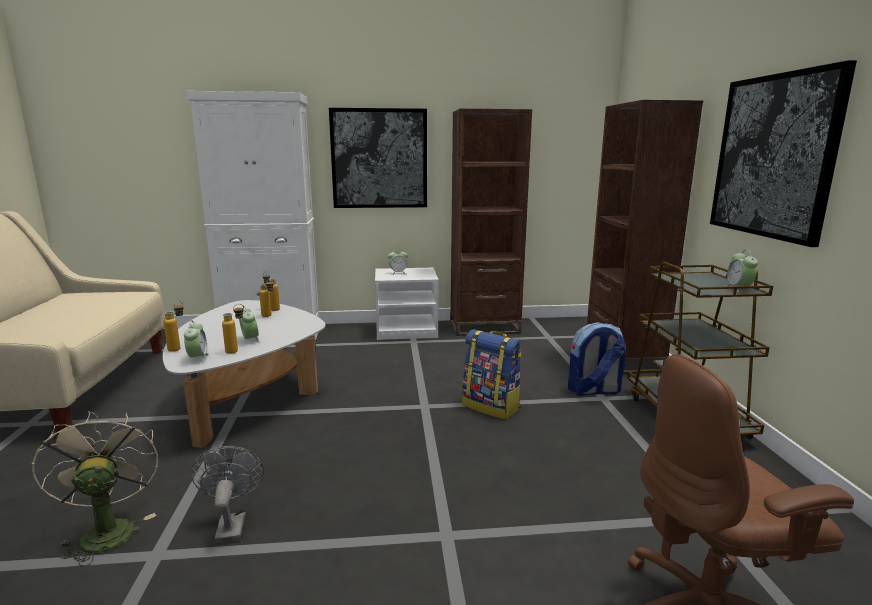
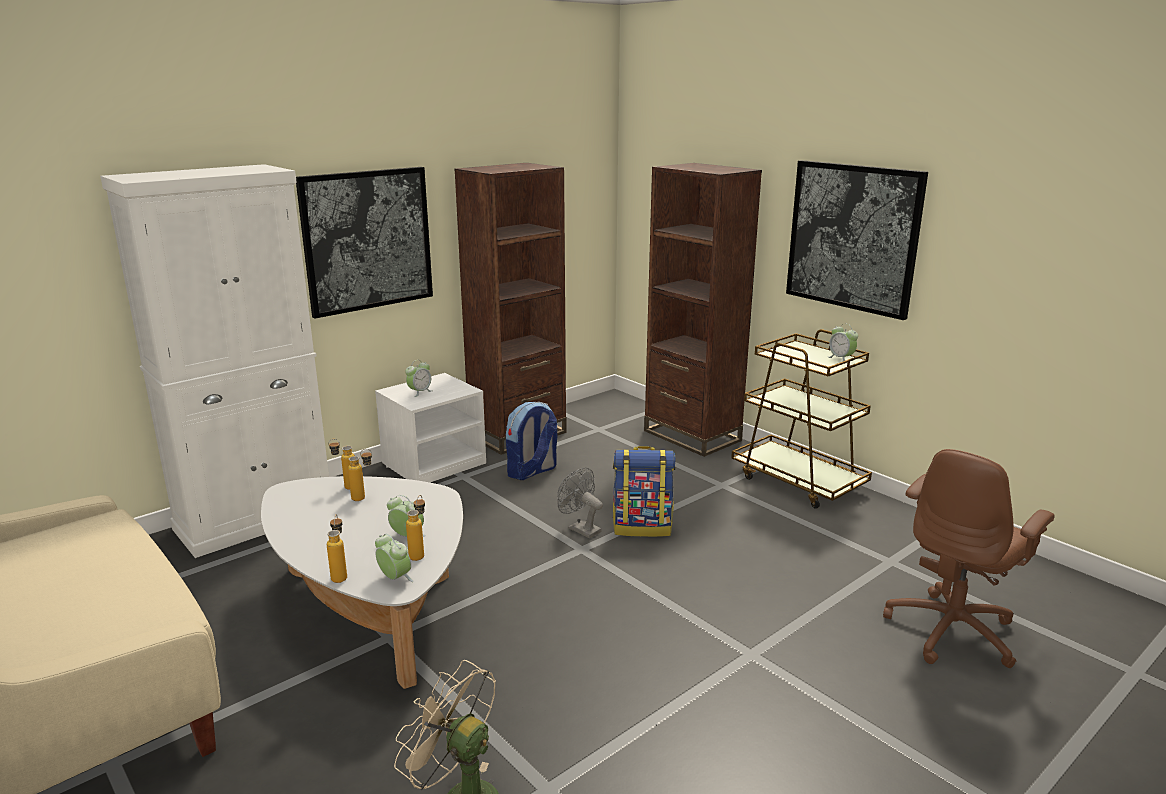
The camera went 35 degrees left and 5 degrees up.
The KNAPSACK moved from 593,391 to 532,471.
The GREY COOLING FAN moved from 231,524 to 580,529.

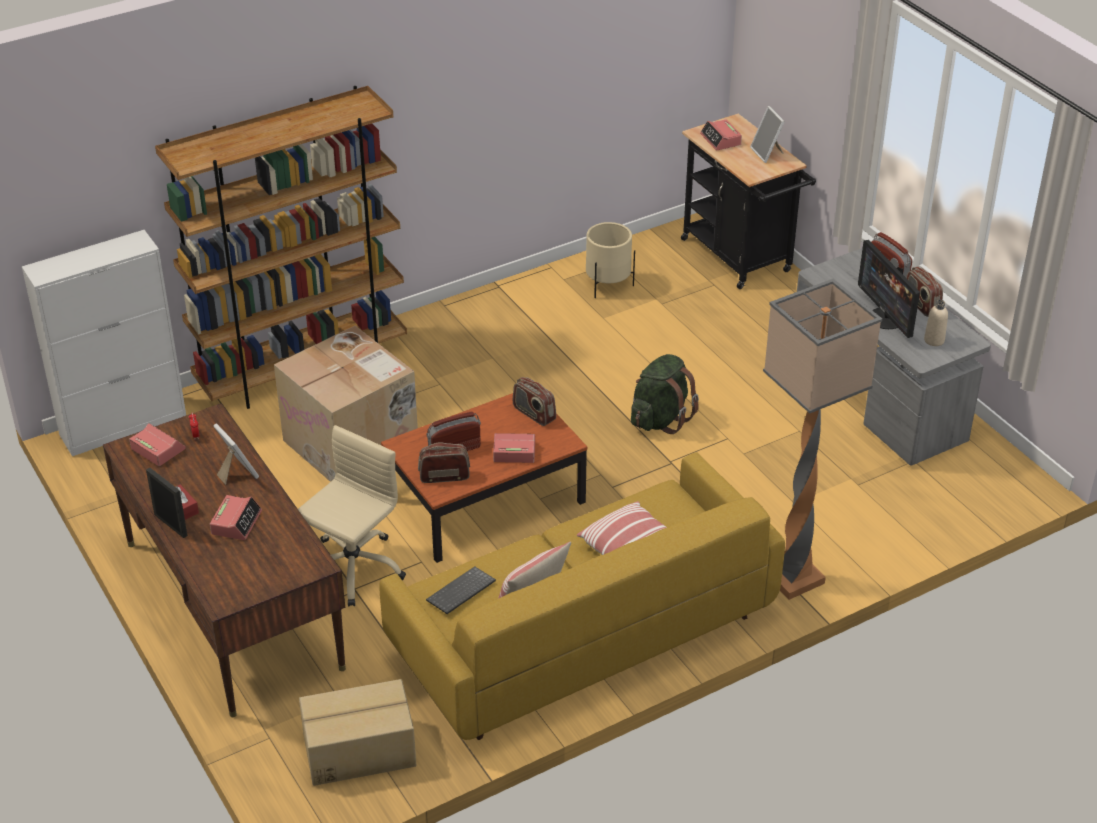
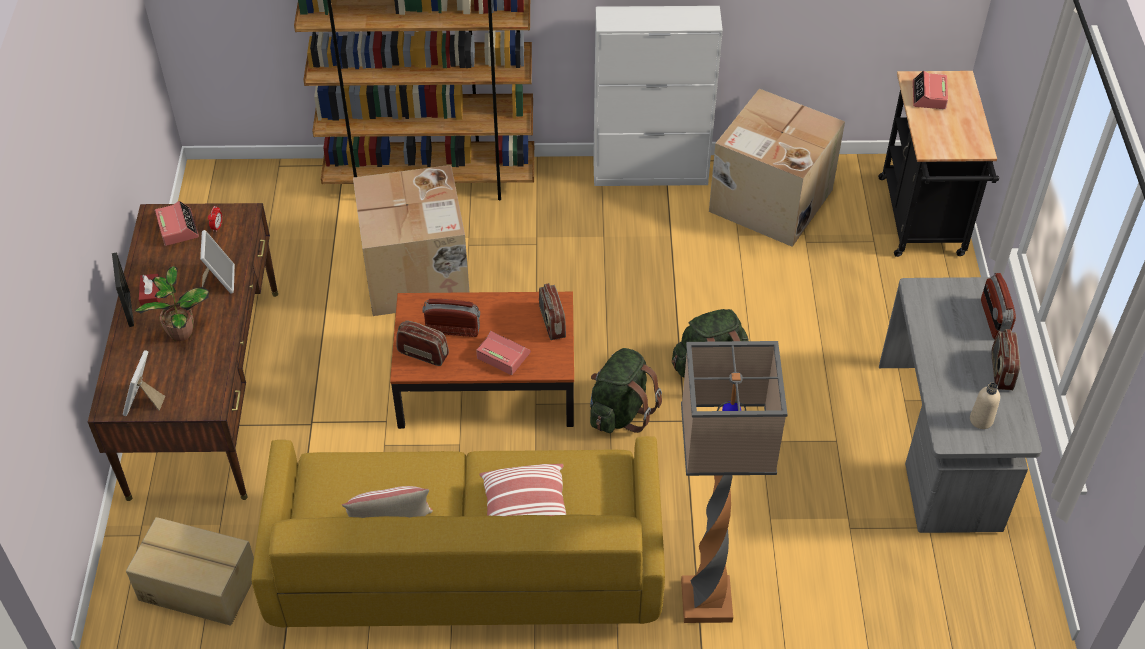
The camera went 30 degrees right and 10 degrees up.
The PICTURE FRAME moved from 767,153 to 144,402.
The BEDSIDE CLOCK at 236,522 was replaced by the PLANT IN A POT at 181,331.
The GREENISH KNAPSACK at 620,412 appeared.
The WHITISH STORAGE CABINET moved from 124,425 to 651,173.
The SAND-COLOURED FLOWER POT at 608,285 was replaced by the CARTON at 769,201.
The SAND-COLOURED DESK CHAIR at 353,568 disappeared.
The COMPUTER KEYBOARD at 461,593 disappeared.
The COMPUTER SCREEN at 886,318 disappeared.

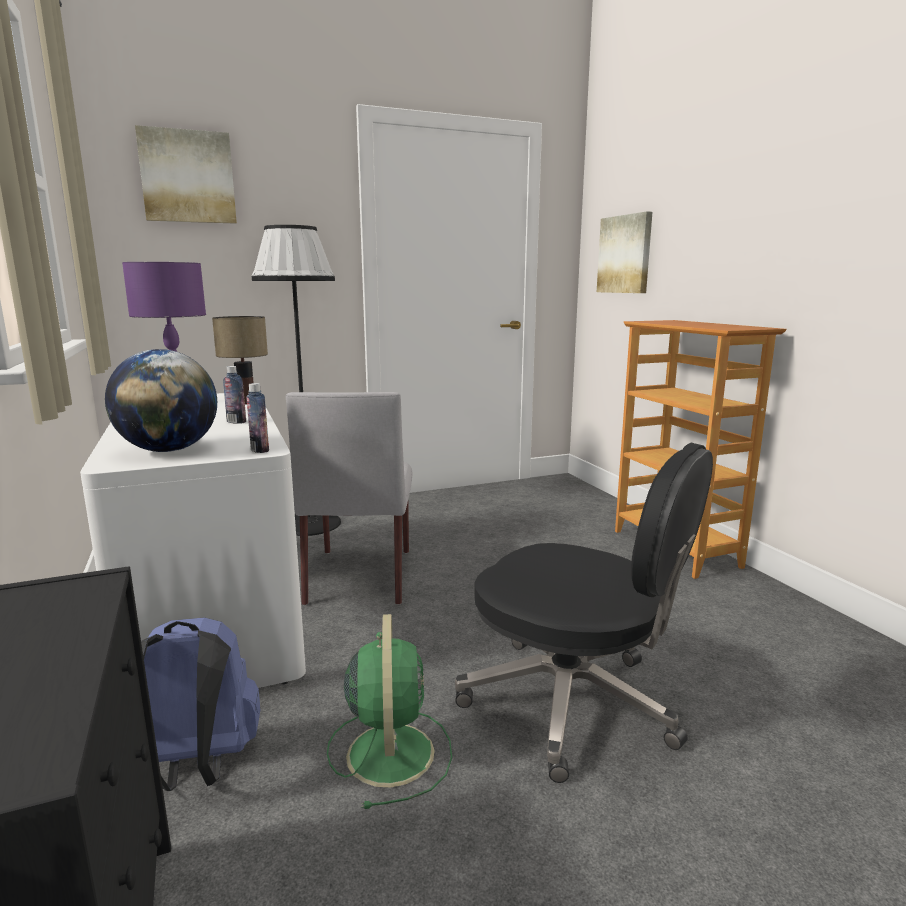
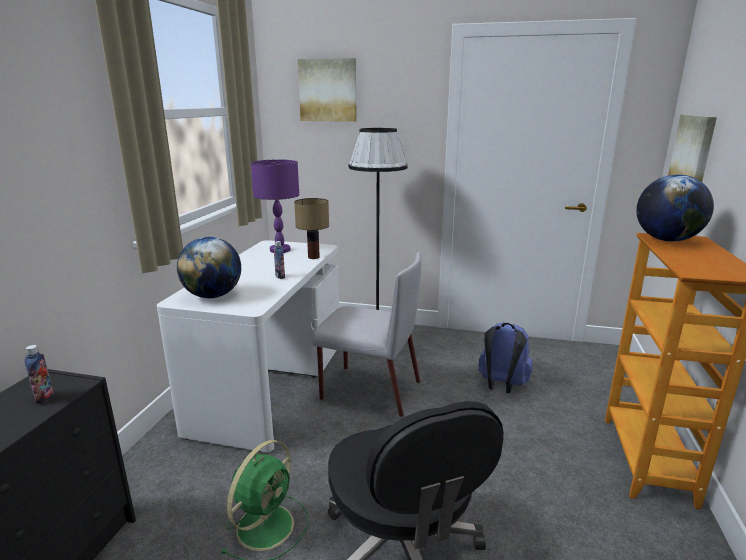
The camera went 35 degrees right and 5 degrees up.
The DRINK BOTTLE moved from 260,450 to 44,397.
The GREY UPRIGHT CHAIR at 360,575 turned 105 degrees counterclockwise.
The BLUE KNAPSACK moved from 198,766 to 501,386.
The DESK GLOBE at 666,240 appeared.

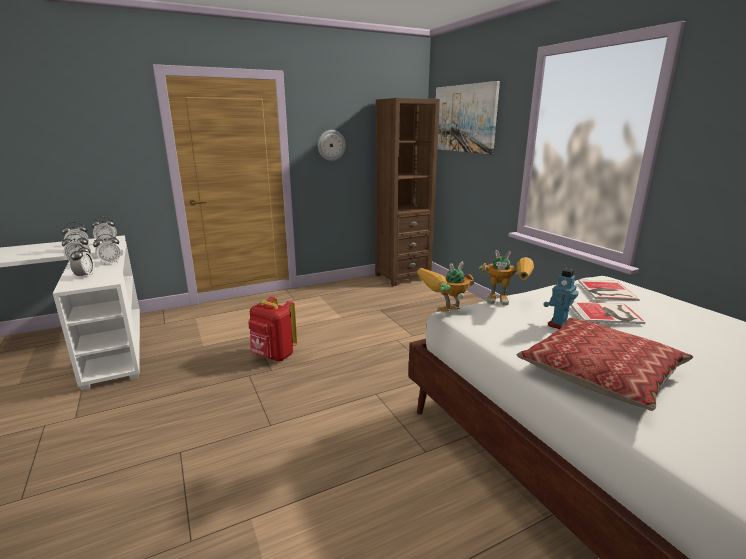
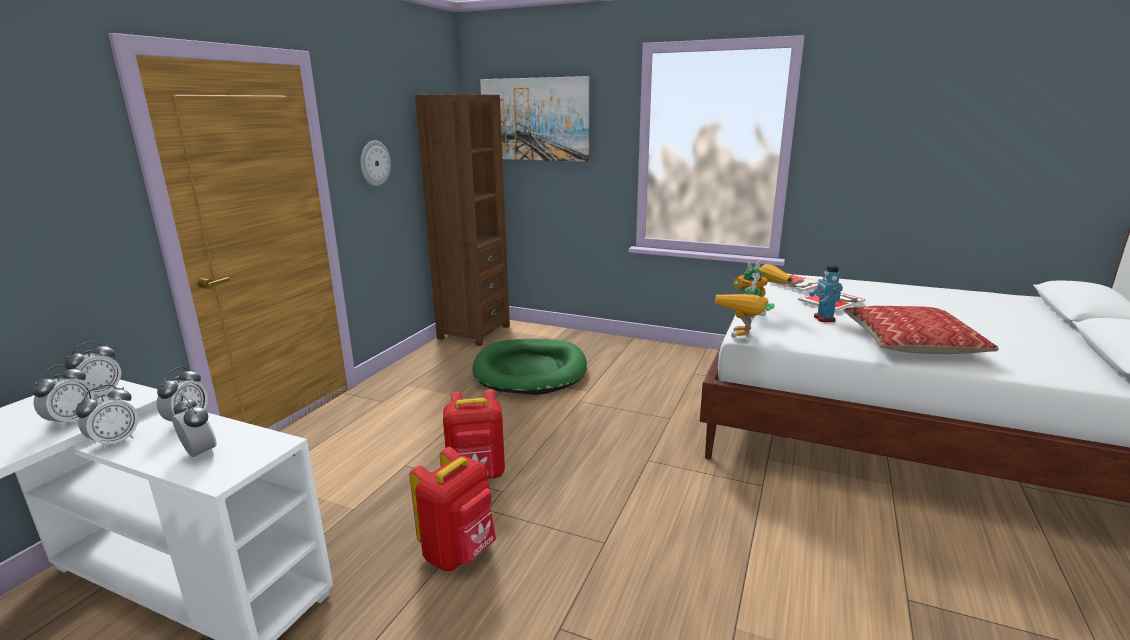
The camera went 40 degrees left and 0 degrees up.
The RED KNAPSACK at 459,552 appeared.
The GREENISH DOG BED at 530,371 appeared.

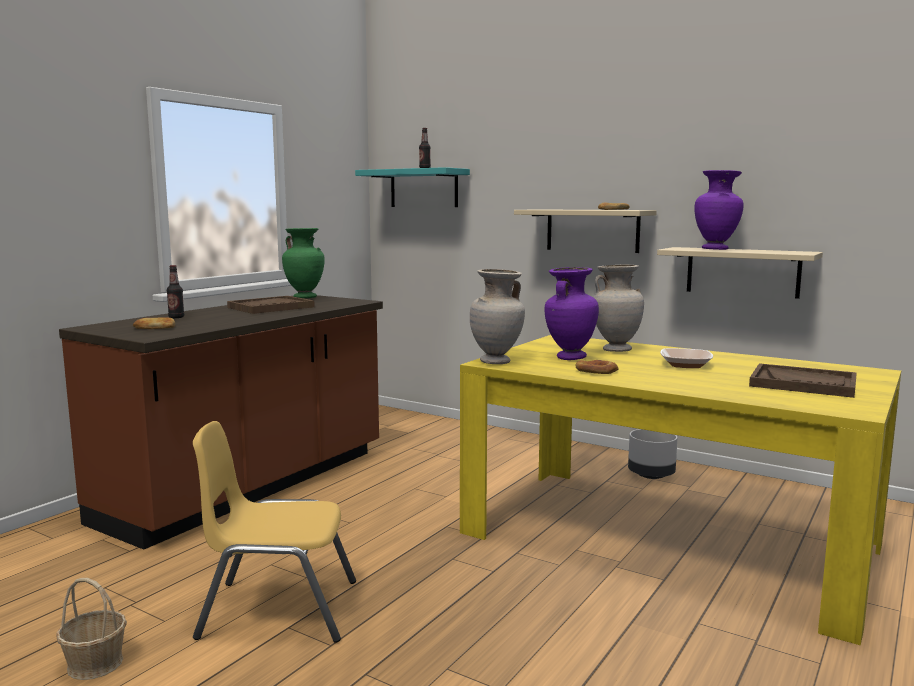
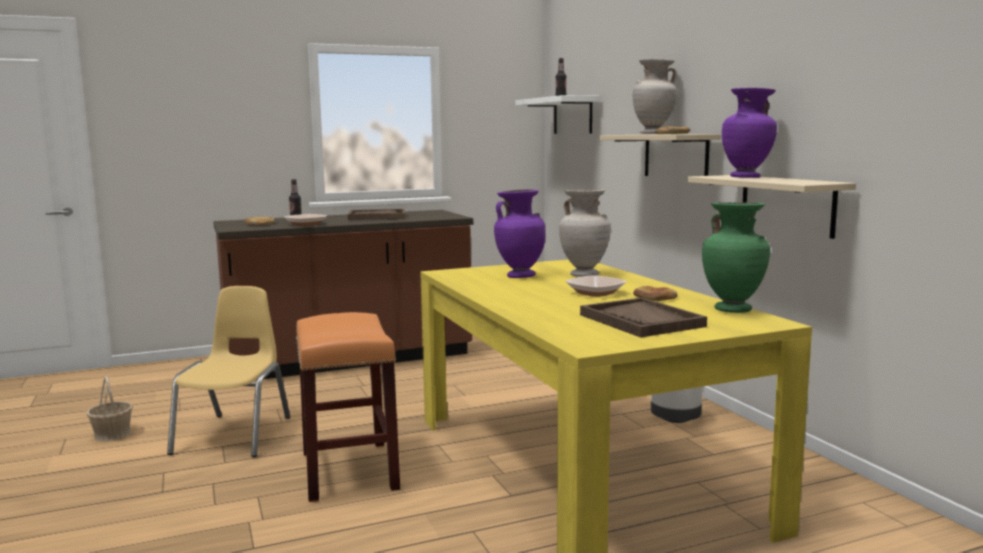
The camera went 35 degrees right and 0 degrees up.
The YELLOW UPRIGHT CHAIR at 278,609 turned 60 degrees clockwise.
The SERVING BOWL at 305,224 appeared.
The ORANGEY SITTING STOOL at 348,470 appeared.
The TURQUOISE WALL SHELF at 424,188 became the WHITISH WALL SHELF at 572,115.
The SAND-COLOURED FLOWER VASE moved from 496,362 to 653,134.
The BAKERY BREAD moved from 596,370 to 655,297.
The GREENISH FLOWER VASE moved from 305,297 to 733,310.

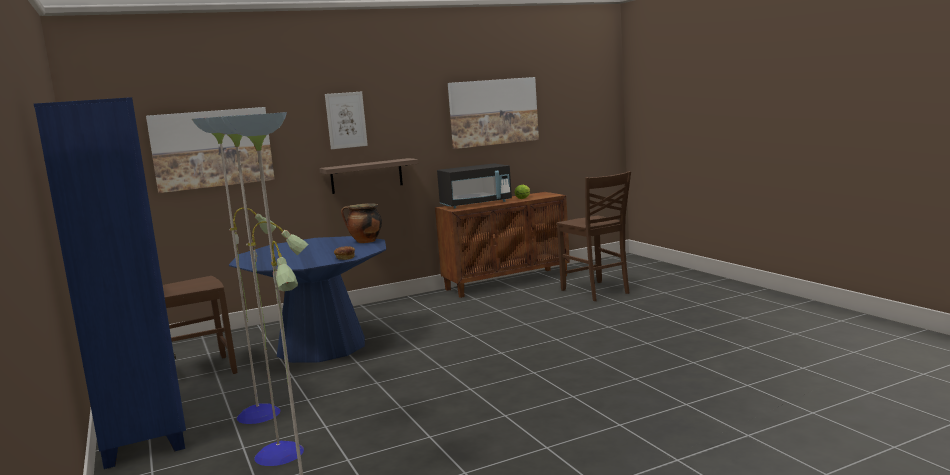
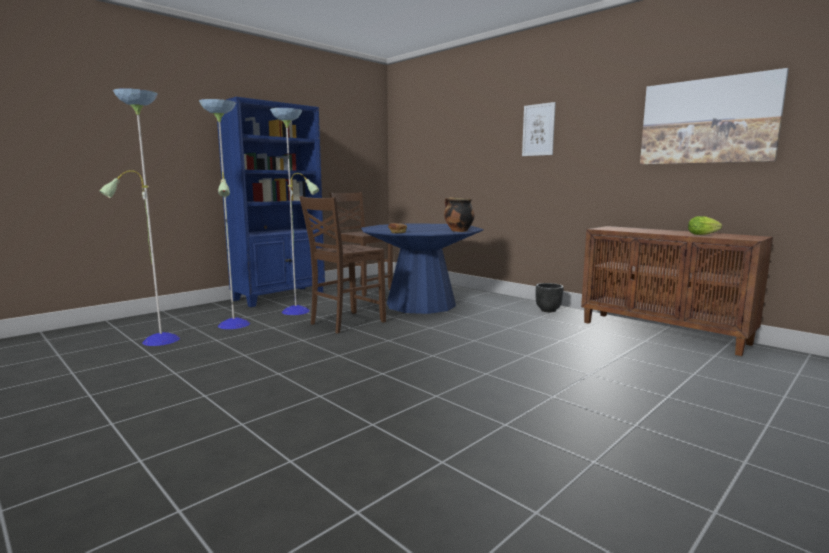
The camera went 70 degrees right and 0 degrees up.
The BROWN UPRIGHT CHAIR moved from 596,292 to 345,323.
The BLACK-COLOURED FLOWER POT at 547,310 appeared.
The WALL ART at 212,148 disappeared.
The WALL SHELF at 366,176 disappeared.
The BLACK-COLOURED MICROWAVE at 476,204 disappeared.

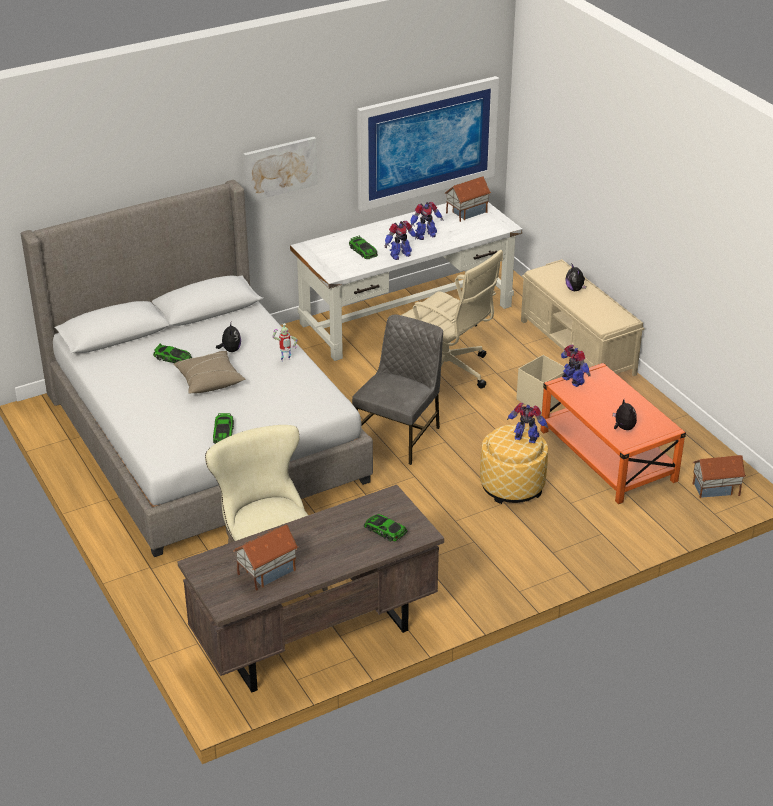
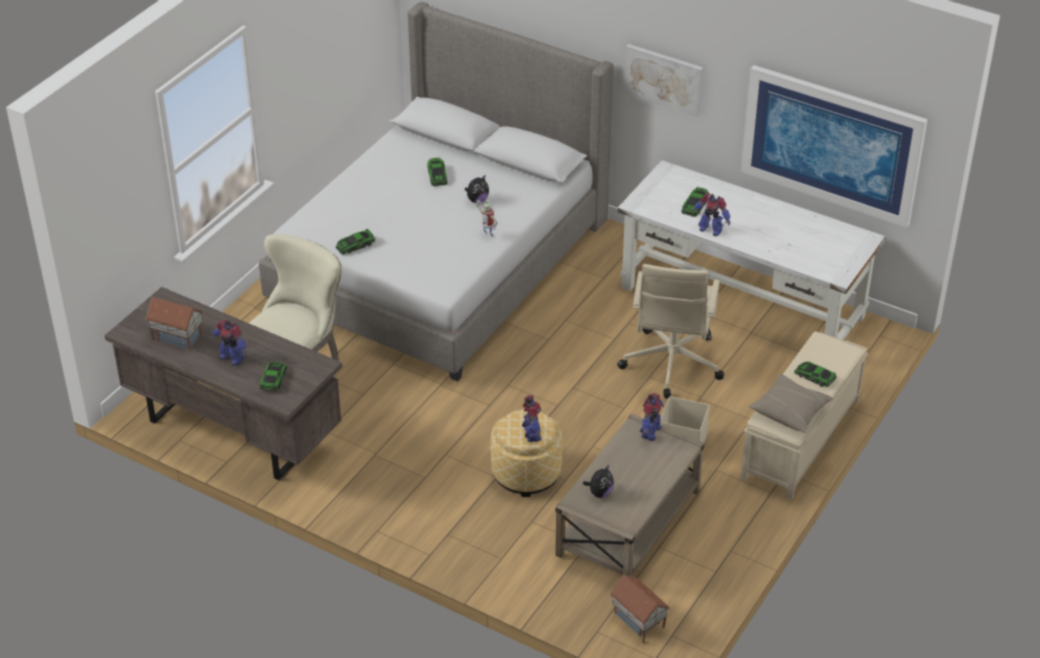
The camera went 60 degrees right and 5 degrees up.
The MODEL ROBOT moved from 425,235 to 232,358.
The ORANGEY LOW TABLE at 607,456 became the SAND-COLOURED LOW TABLE at 628,523.
The SAND-COLOURED PILLOW moved from 209,380 to 790,411.
The PLUSH TOY at 575,289 was replaced by the TOY CAR at 814,376.
The GREY UPRIGHT CHAIR at 400,436 disappeared.
The MINIATURE HOUSE at 466,212 disappeared.

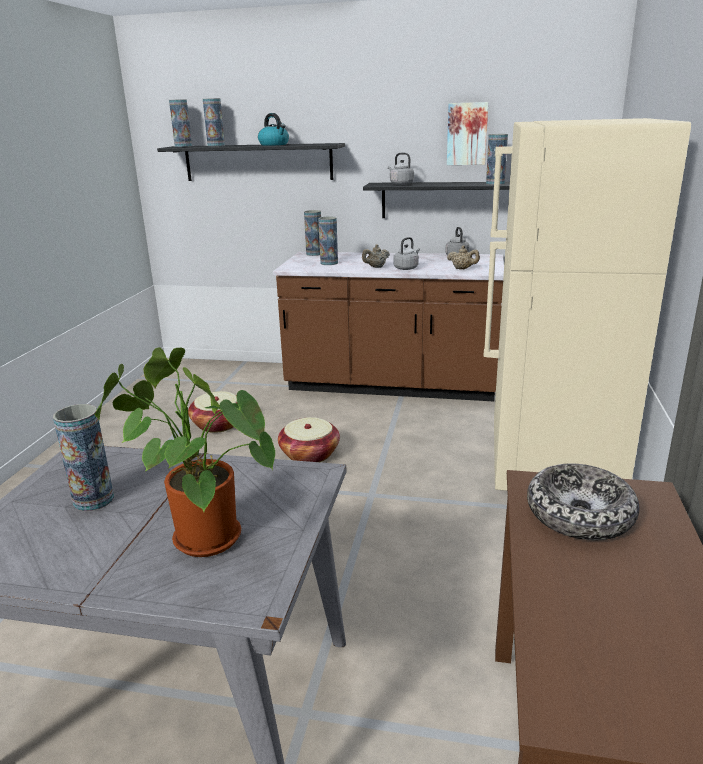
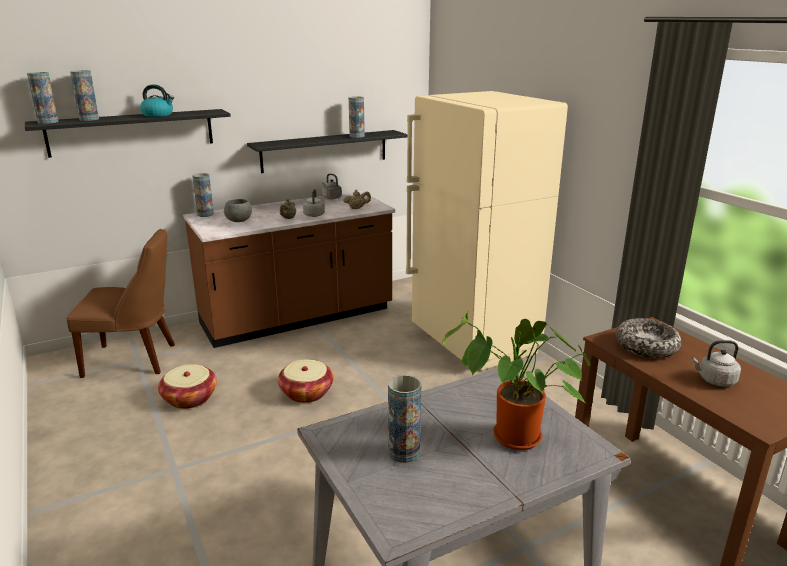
The camera went 40 degrees left and 0 degrees up.
The BROWN UPRIGHT CHAIR at 134,360 appeared.
The FLOWER VASE at 329,263 was replaced by the GREY SERVING BOWL at 239,221.
The GREY TEA KETTLE moved from 400,184 to 714,380.
The WALL ART at 467,134 disappeared.

